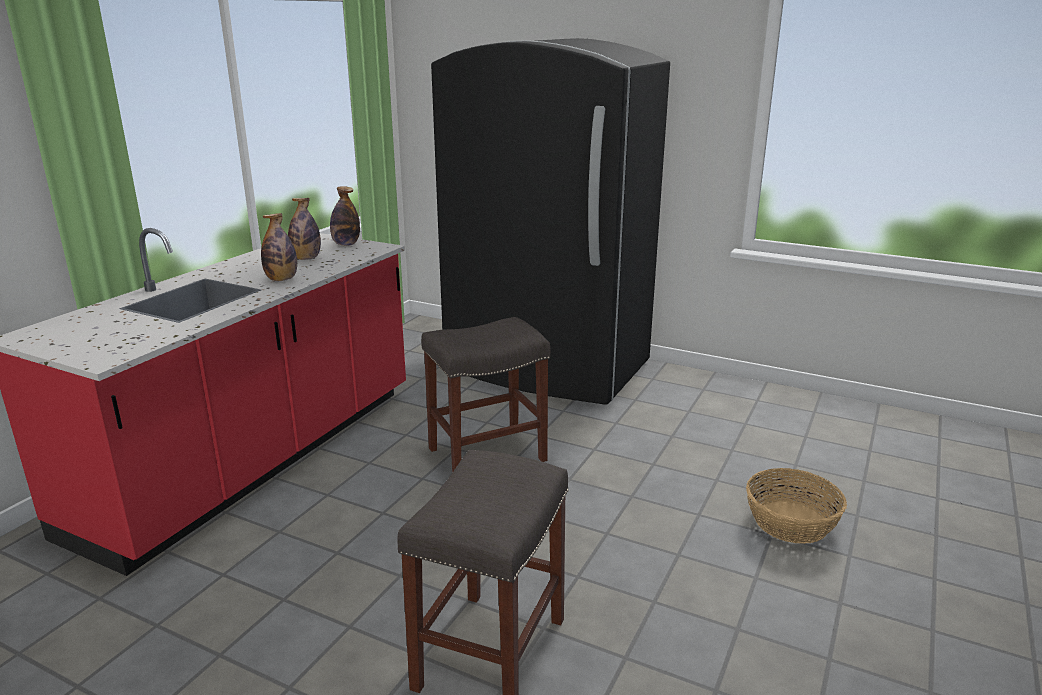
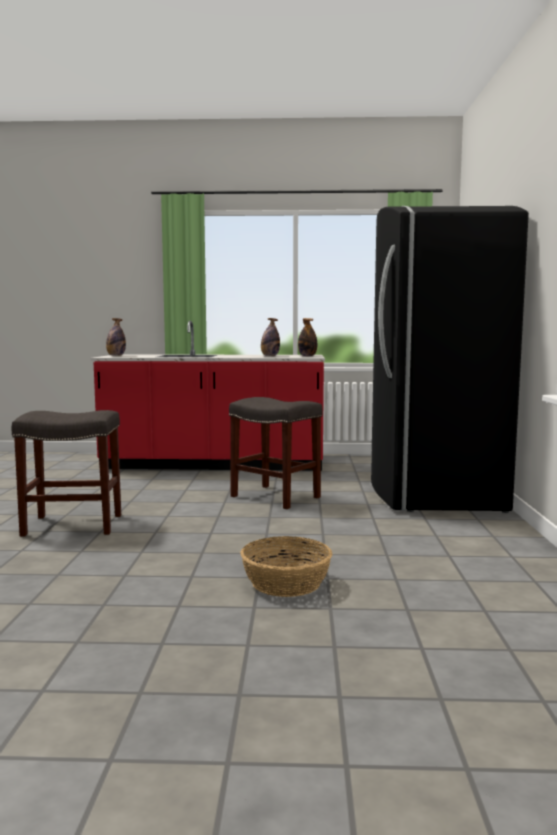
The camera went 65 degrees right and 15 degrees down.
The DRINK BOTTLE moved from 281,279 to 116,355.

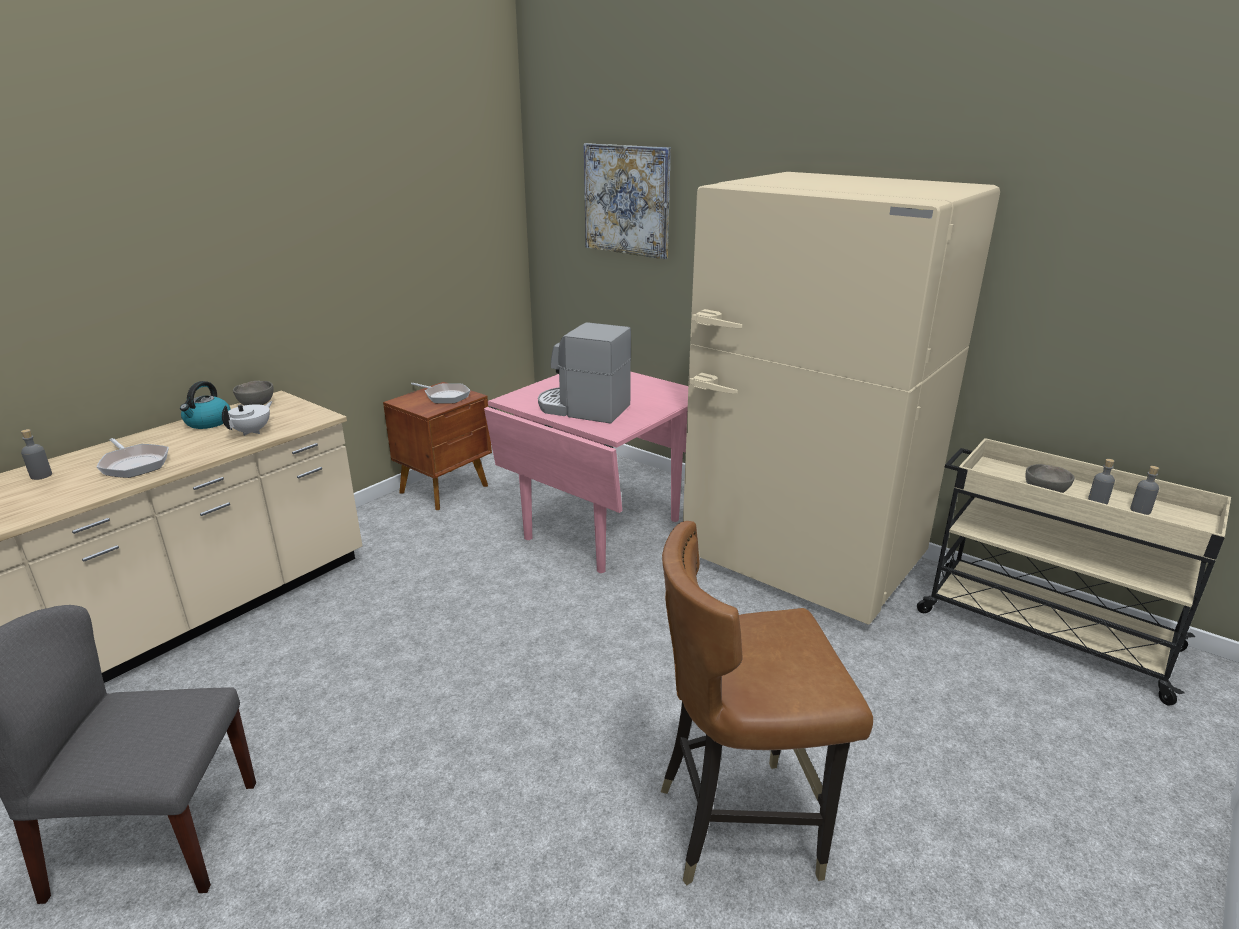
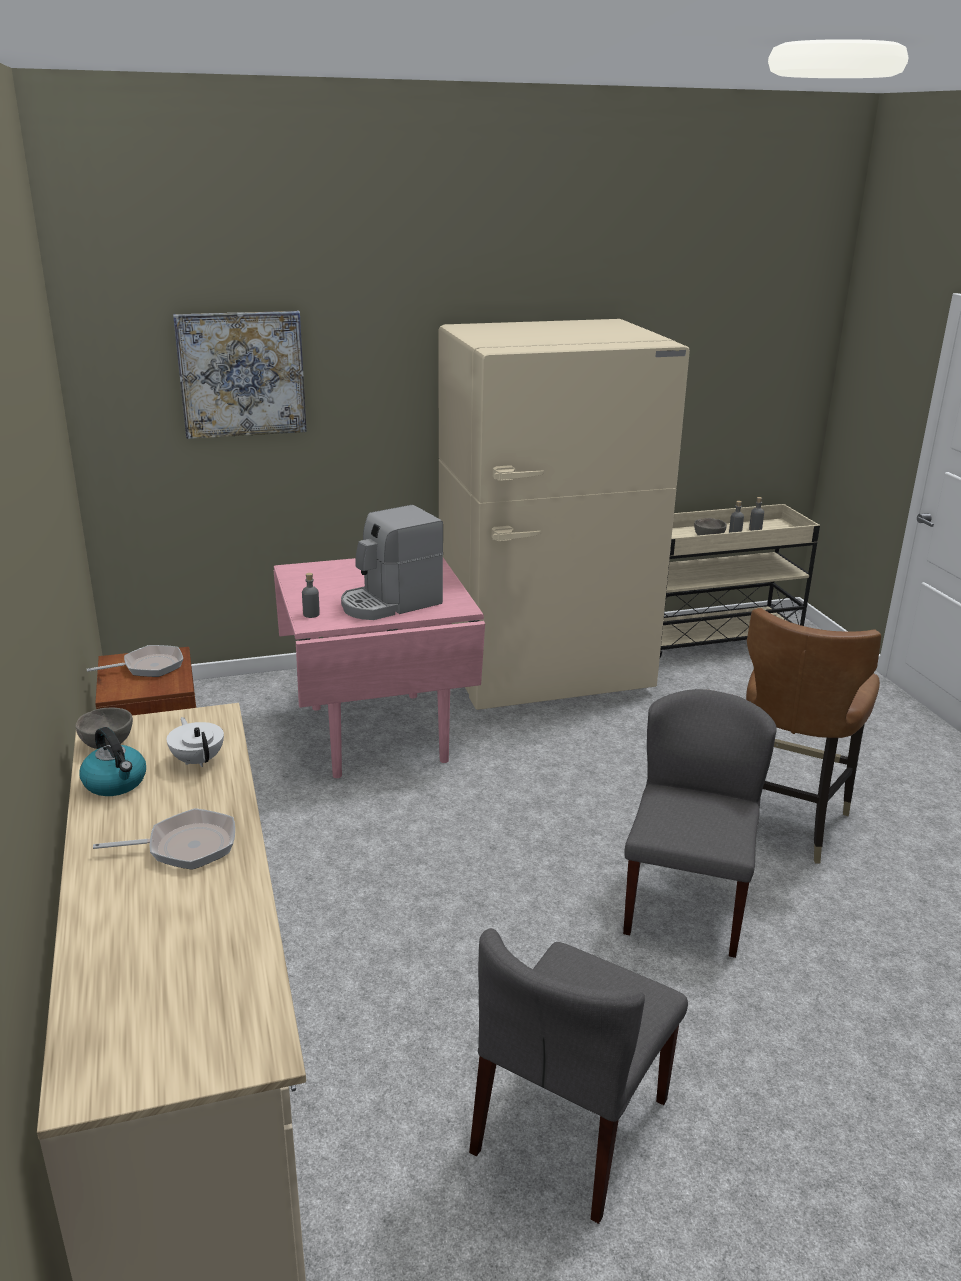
The camera went 55 degrees left and 0 degrees up.
The GREY DRINK BOTTLE moved from 41,475 to 311,614.
The GREY UPRIGHT CHAIR at 686,903 appeared.

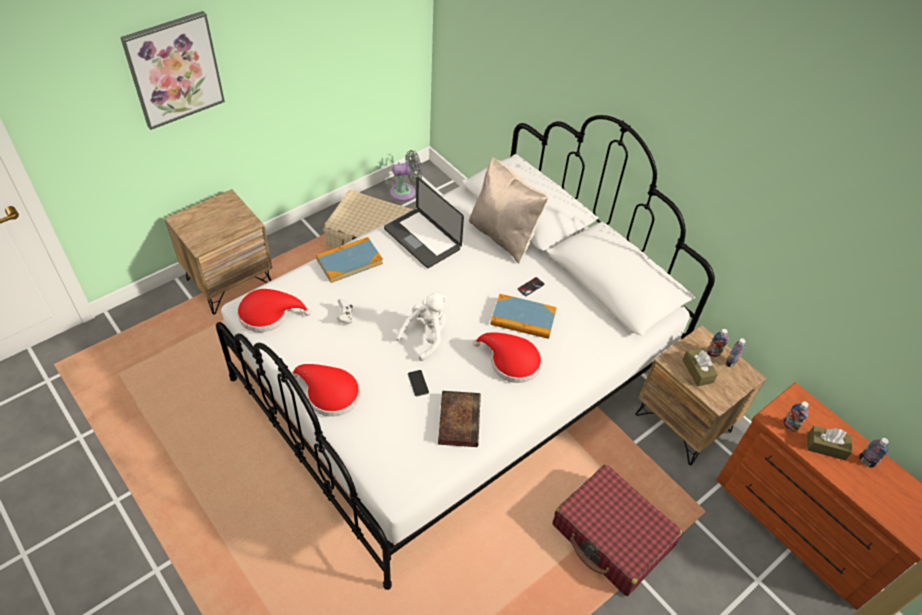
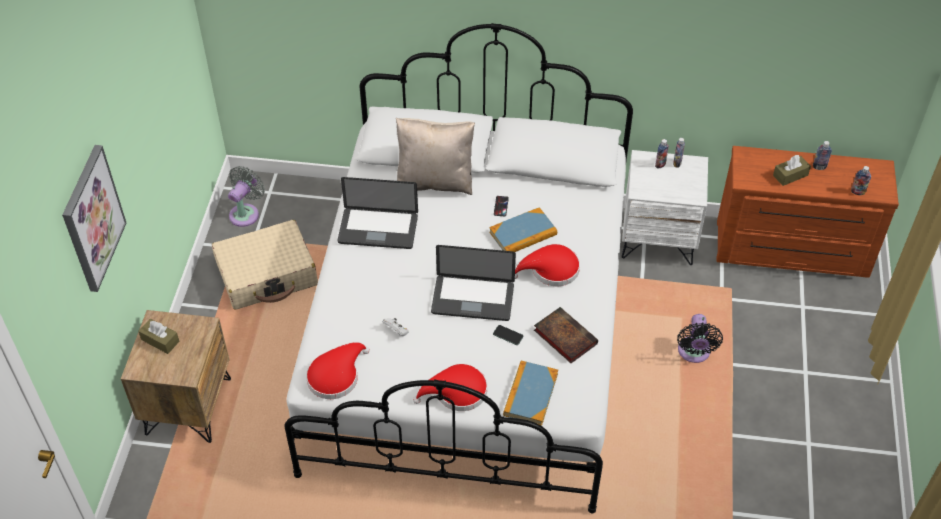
The camera went 40 degrees left and 0 degrees up.
The BROWN BOX OF TISSUES moved from 697,371 to 160,340.
The WHITISH PLUSH TOY at 426,336 was replaced by the NOTEBOOK COMPUTER at 472,299.
The BOUND BOOK moved from 349,261 to 530,394.
The BROWN NIGHT TABLE at 683,422 became the WHITISH NIGHT TABLE at 658,238.
The RED SUITCASE at 612,536 was replaced by the BLACK-COLOURED COOLING FAN at 694,353.
The DRINK BOTTLE moved from 789,426 to 857,192.

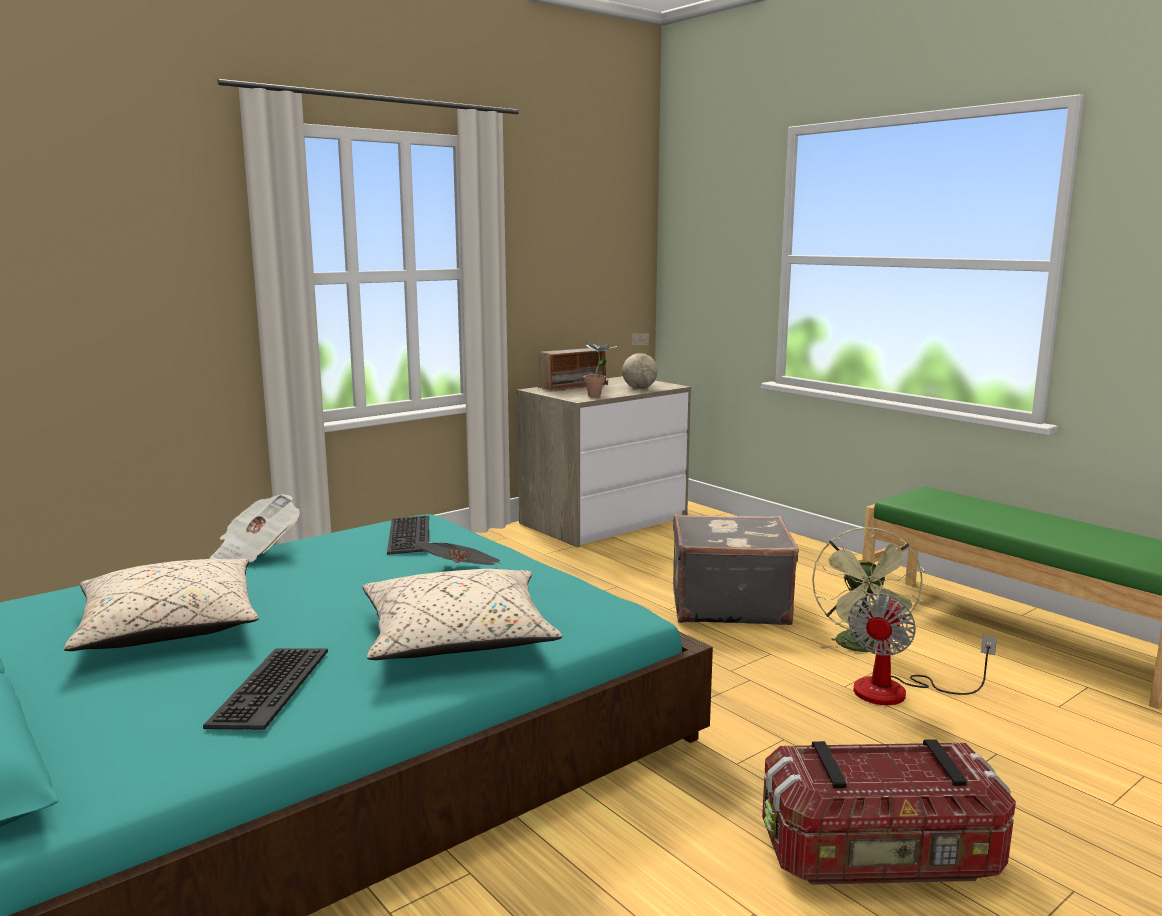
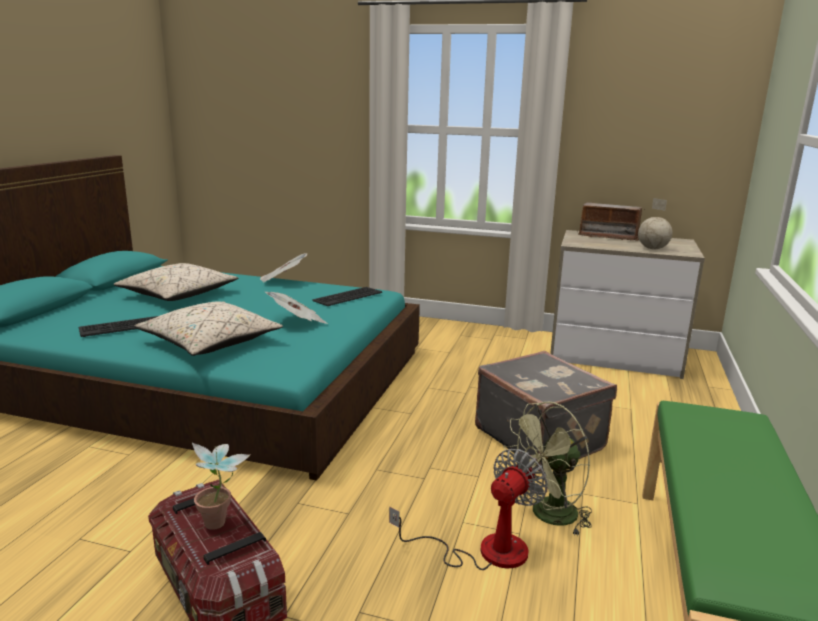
The camera went 55 degrees right and 5 degrees up.
The PLANT IN A POT moved from 598,395 to 221,525.
The COOLING FAN at 898,691 turned 135 degrees clockwise.

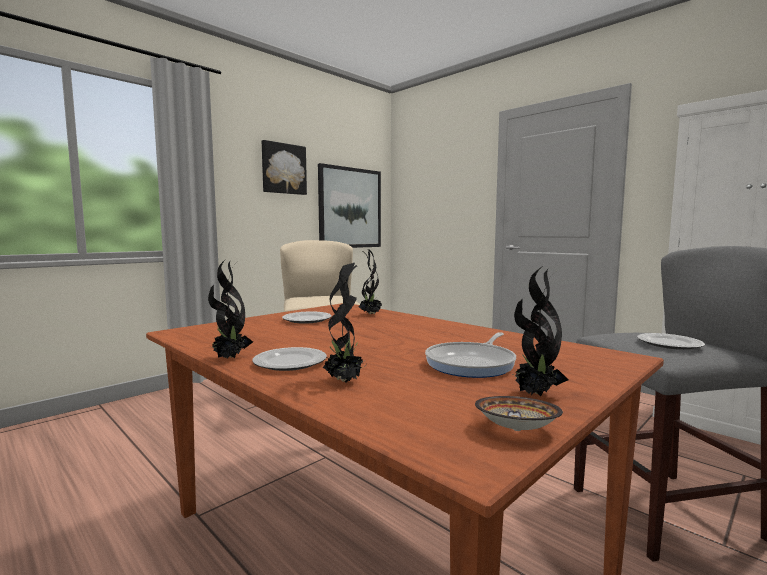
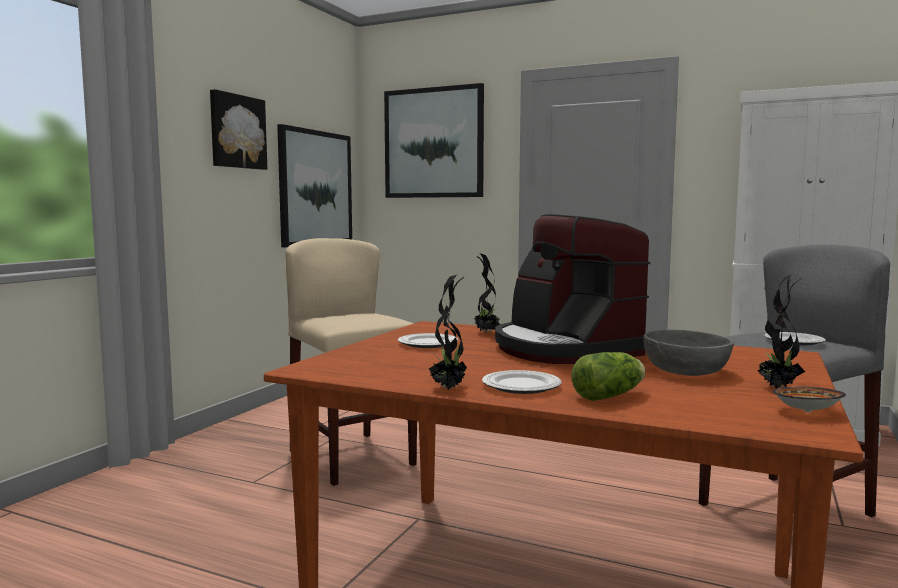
The camera went 20 degrees left and 0 degrees up.
The WALL ART at 433,143 appeared.
The COFFEE MACHINE at 564,349 appeared.
The PLANT IN A POT at 345,381 was replaced by the LETTUCE at 611,395.
The SKILLET at 472,363 was replaced by the GREY SERVING BOWL at 686,370.

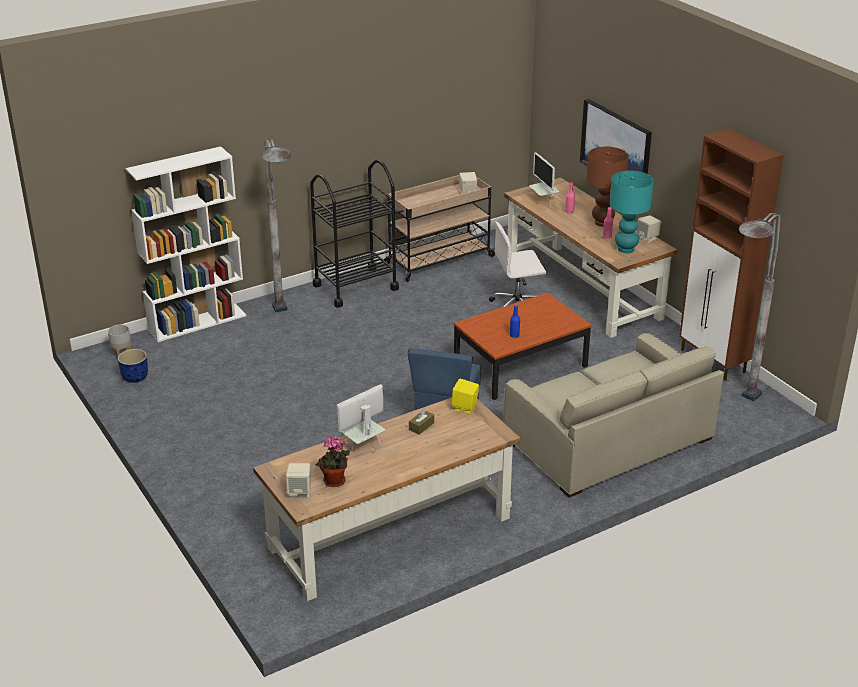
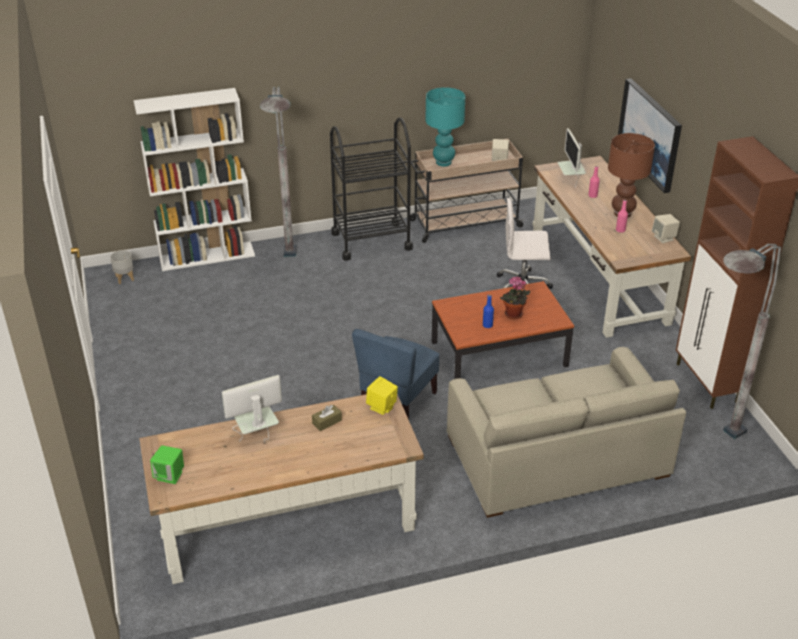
The camera went 15 degrees right and 5 degrees up.
The SAND-COLOURED SPEAKER at 300,491 became the GREENISH SPEAKER at 170,475.
The TURQUOISE LAMP FOR A TABLE moved from 625,249 to 443,162.
The PLANT IN A POT moved from 334,482 to 513,315.
The BLUE FLOWER POT at 135,377 disappeared.

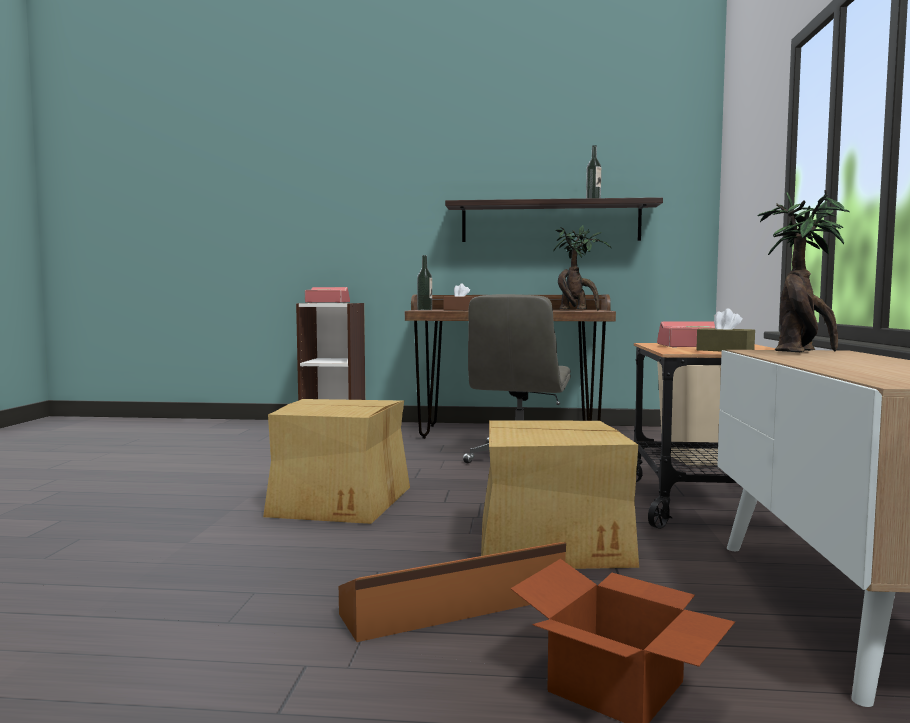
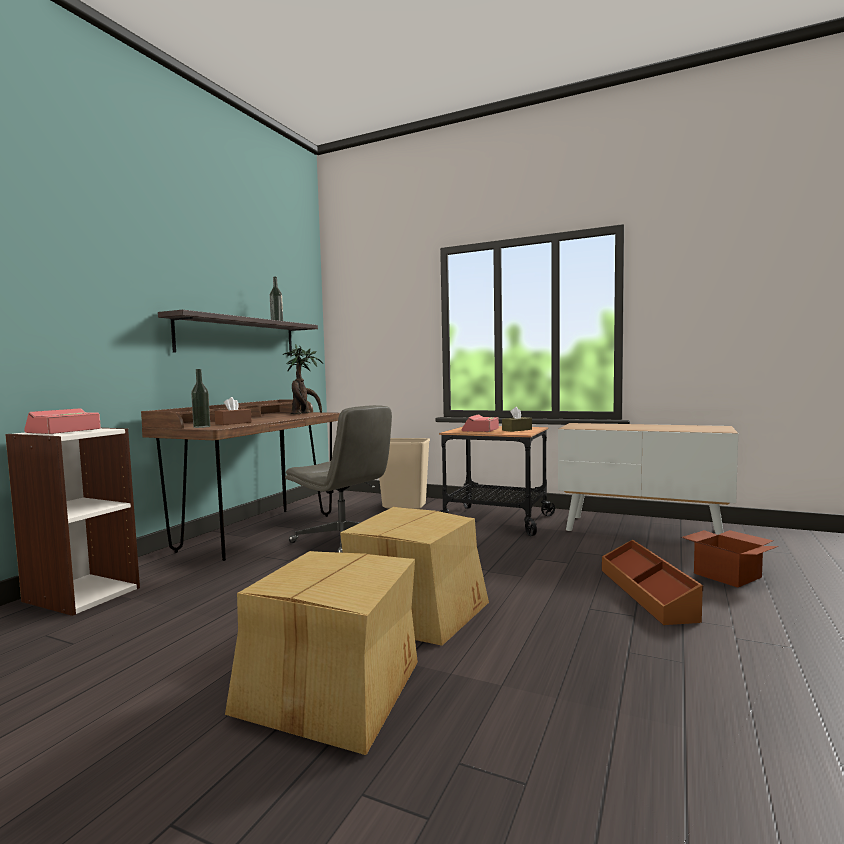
The camera went 70 degrees left and 0 degrees up.
The CARTON moved from 548,543 to 332,691.
The PLANT IN A POT at 801,352 disappeared.

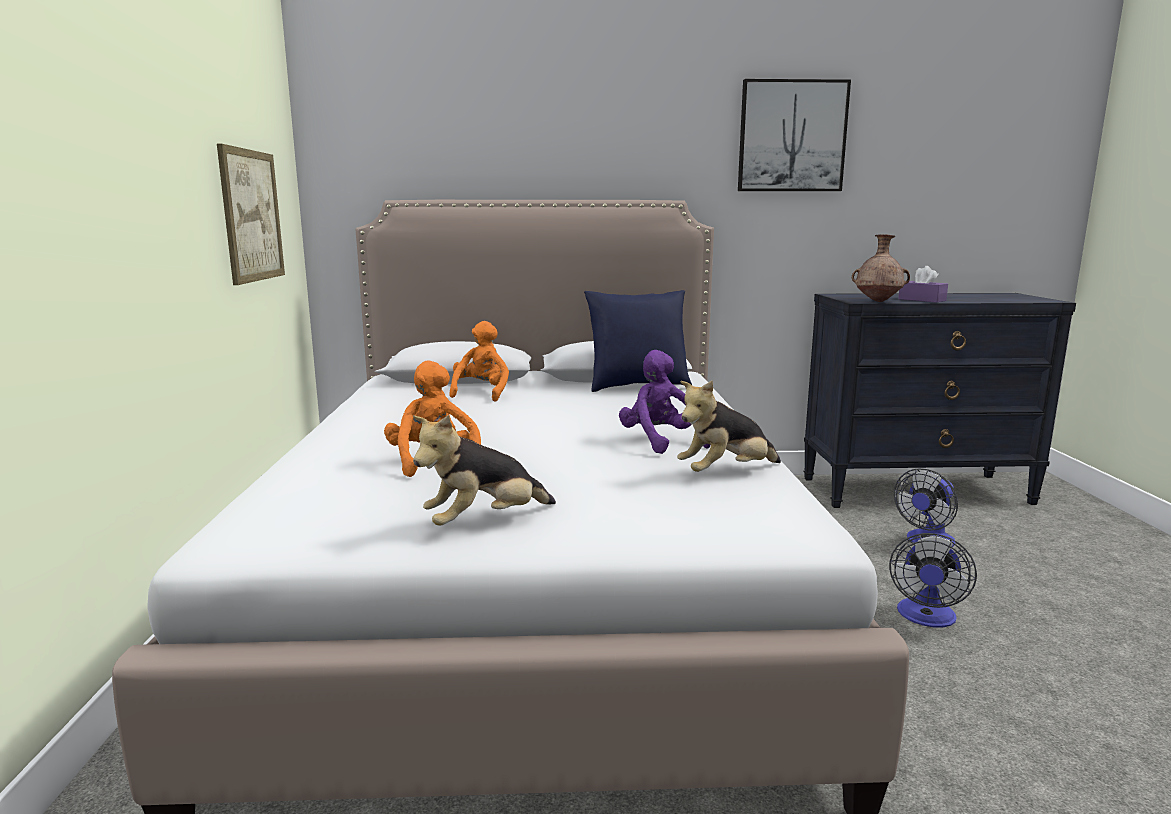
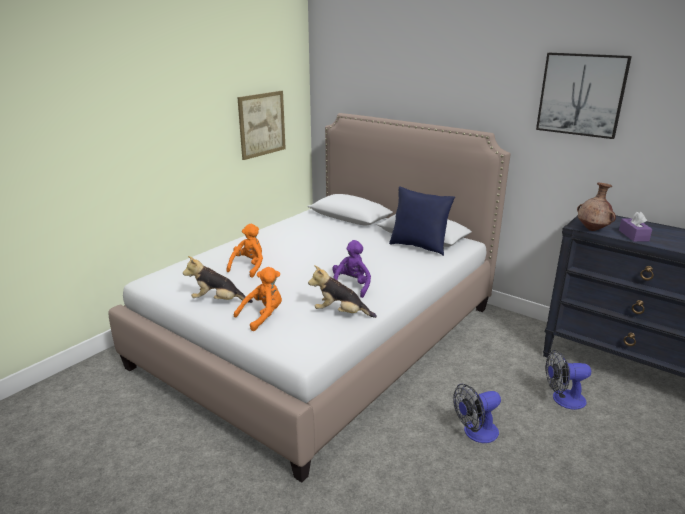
The camera went 40 degrees right and 10 degrees up.
The ORANGEY PLUSH TOY moved from 481,393 to 263,316.

